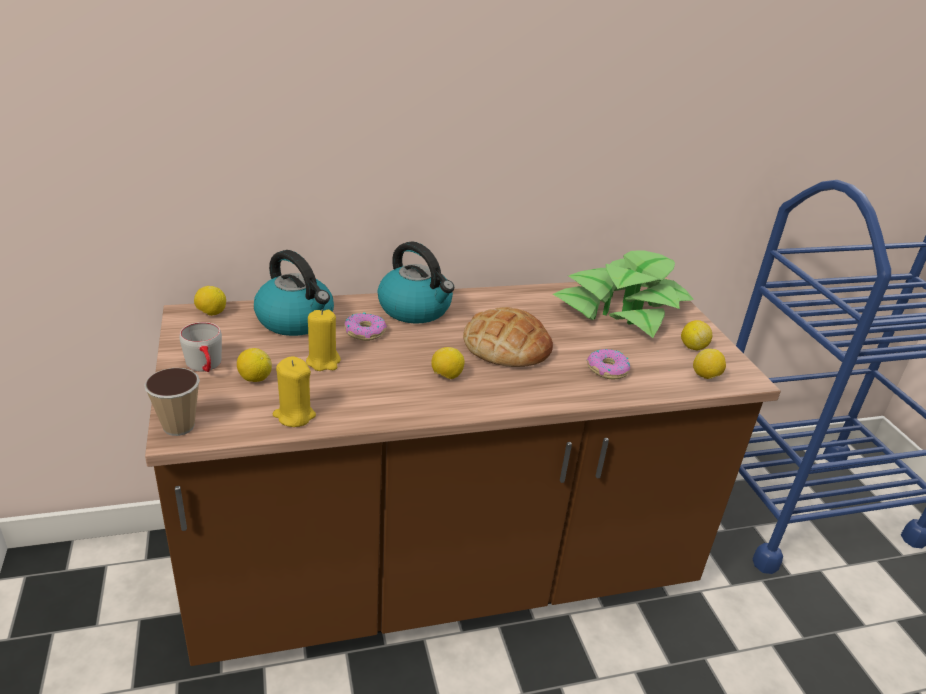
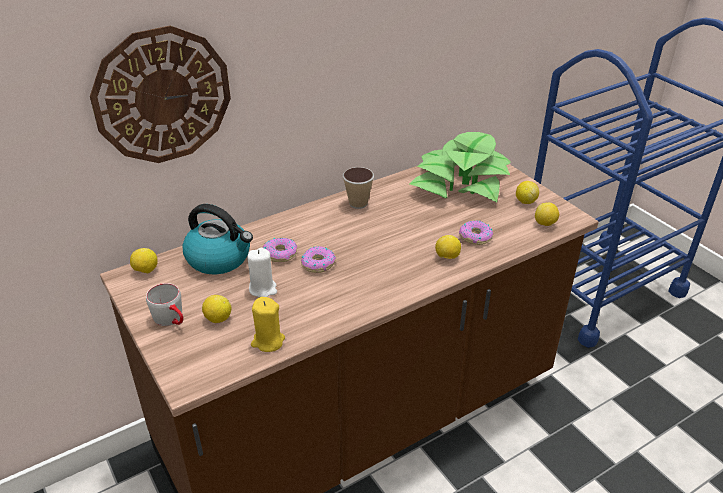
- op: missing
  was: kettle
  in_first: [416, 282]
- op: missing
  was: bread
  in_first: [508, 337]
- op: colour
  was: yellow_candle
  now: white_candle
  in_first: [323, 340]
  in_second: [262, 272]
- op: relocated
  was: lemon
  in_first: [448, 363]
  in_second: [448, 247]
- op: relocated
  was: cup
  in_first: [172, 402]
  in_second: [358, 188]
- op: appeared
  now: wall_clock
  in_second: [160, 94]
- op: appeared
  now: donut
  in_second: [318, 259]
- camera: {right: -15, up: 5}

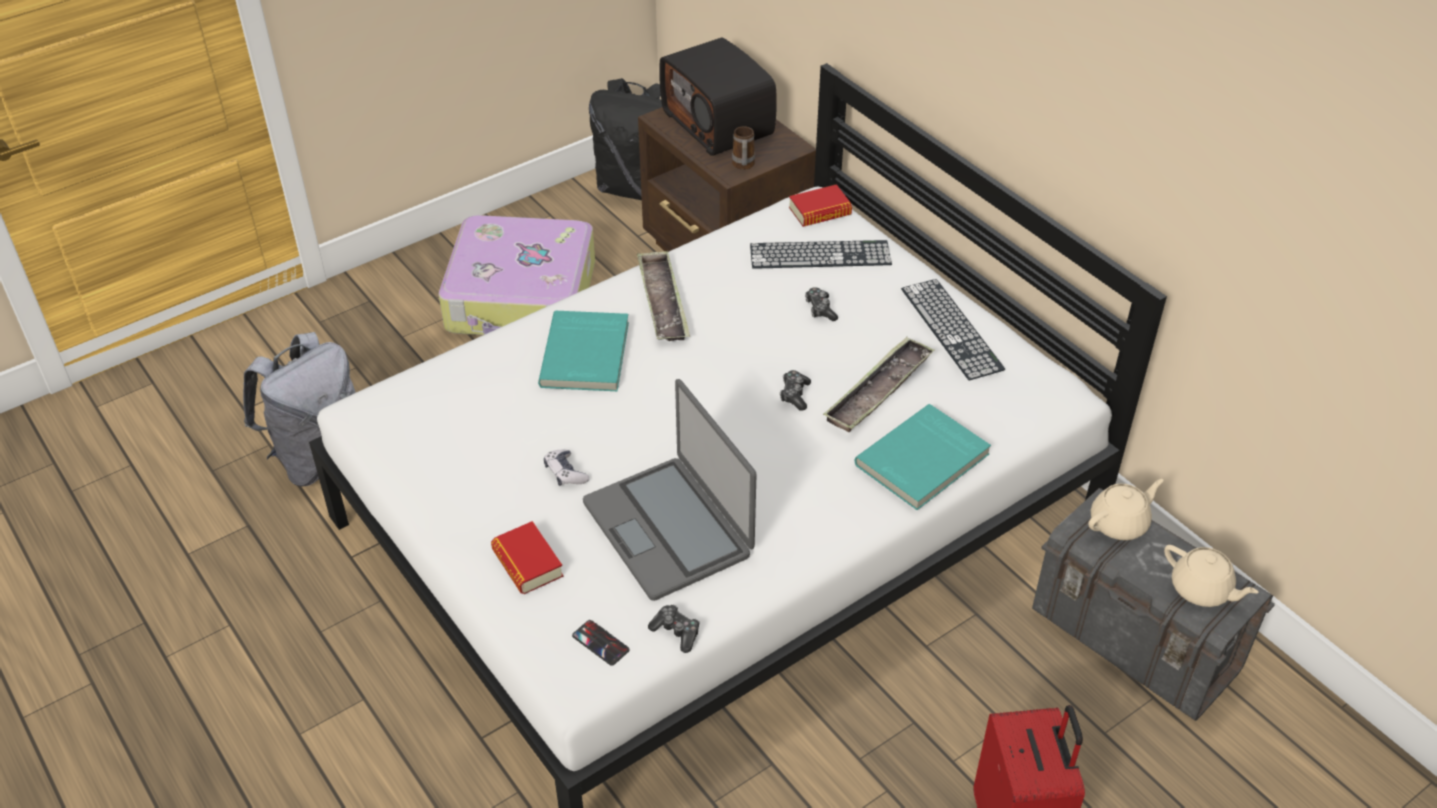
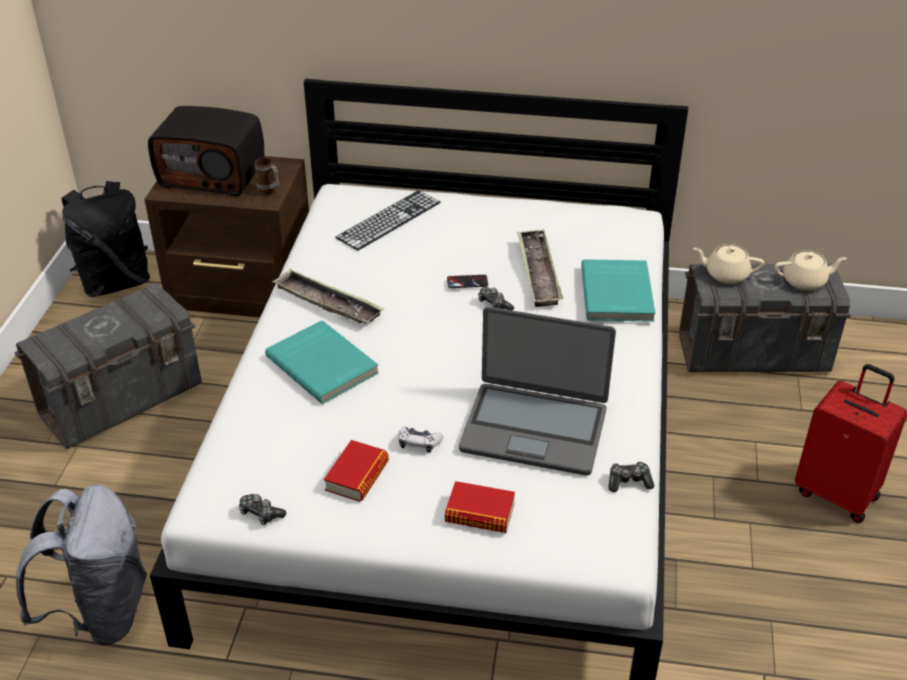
- op: relocated
  was: book
  in_first: [820, 205]
  in_second: [356, 471]
- op: exchanged
  was: suitcase
  now: grey_storage_box
  in_first: [517, 275]
  in_second: [108, 366]
- op: missing
  was: keyboard
  in_first: [953, 329]
- op: relocated
  was: game_controller
  in_first: [821, 304]
  in_second: [262, 509]
- op: spun
  was: beige_teapot
  in_first: [1126, 509]
  in_second: [728, 264]
  clockwise: -90
- op: relocated
  was: phone
  in_first: [601, 643]
  in_second: [467, 281]
- camera: {right: -45, up: -5}

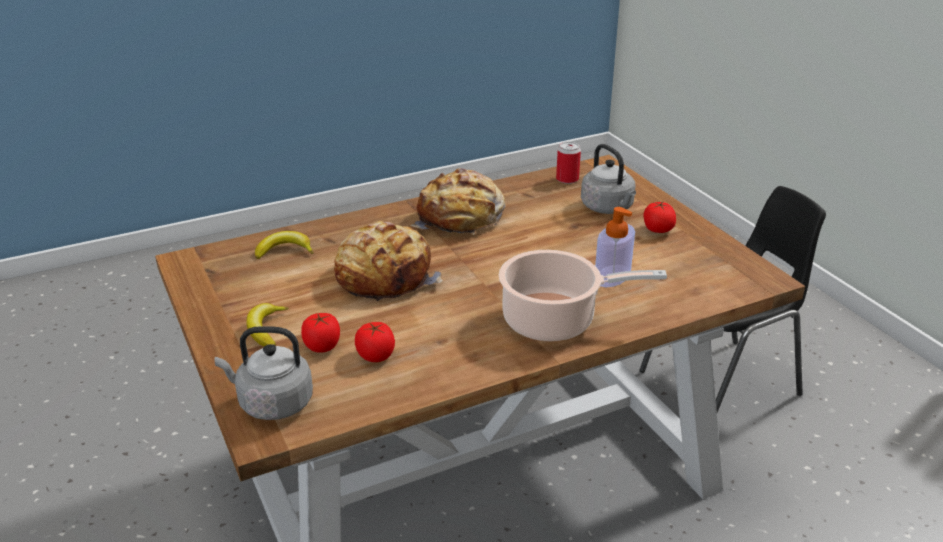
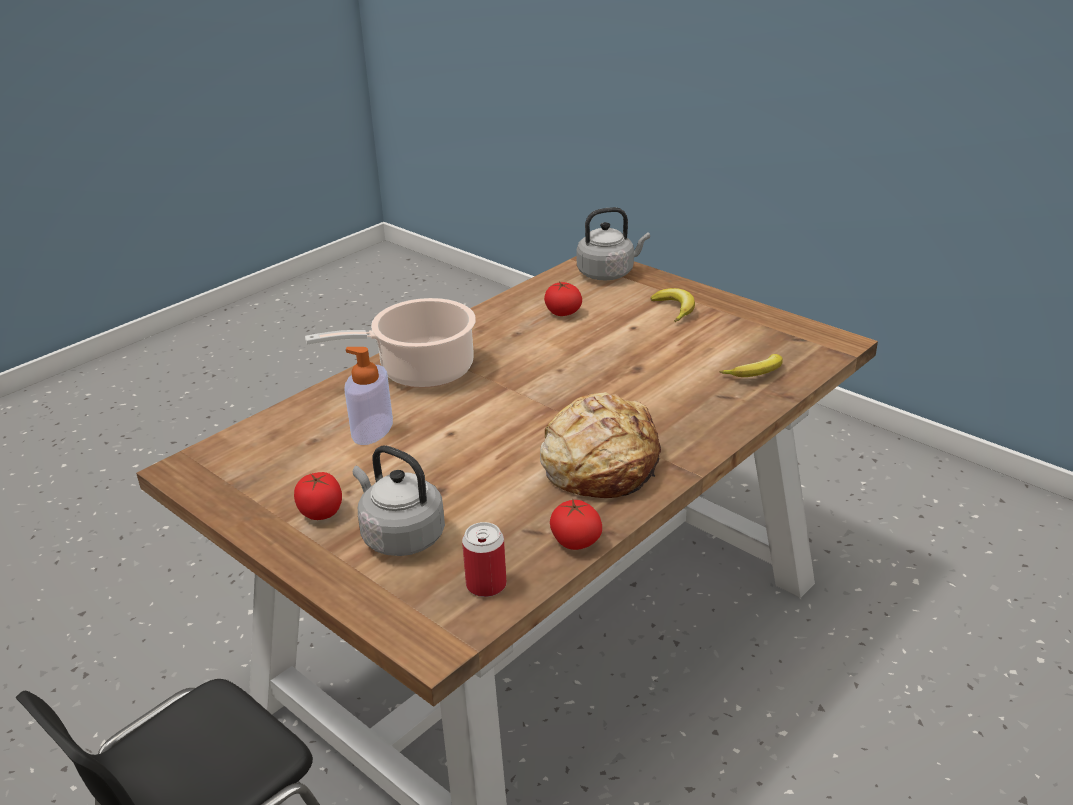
- op: missing
  was: bread
  in_first: [388, 261]
- op: relocated
  was: tomato
  in_first: [320, 333]
  in_second: [576, 524]
- camera: {right: 160, up: 0}

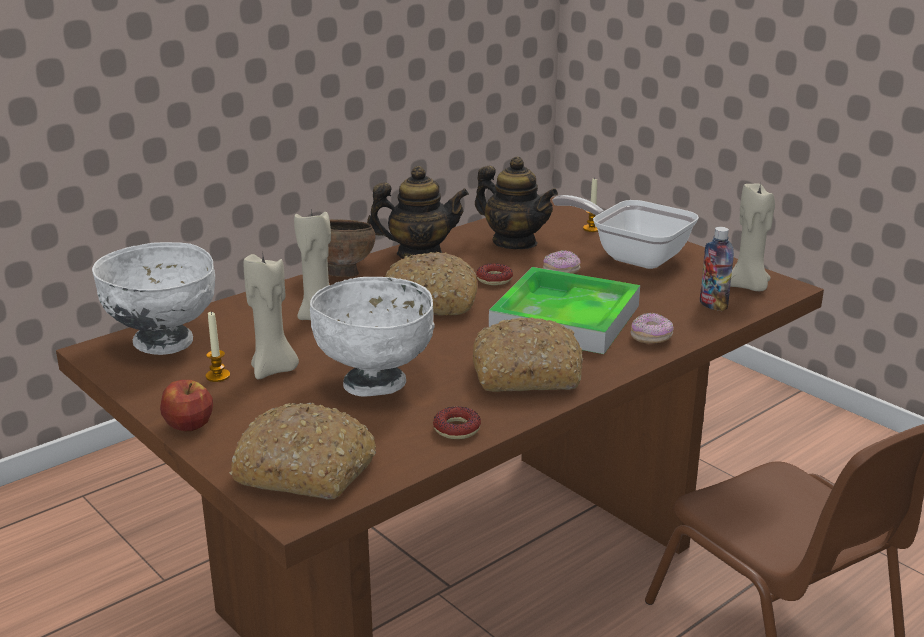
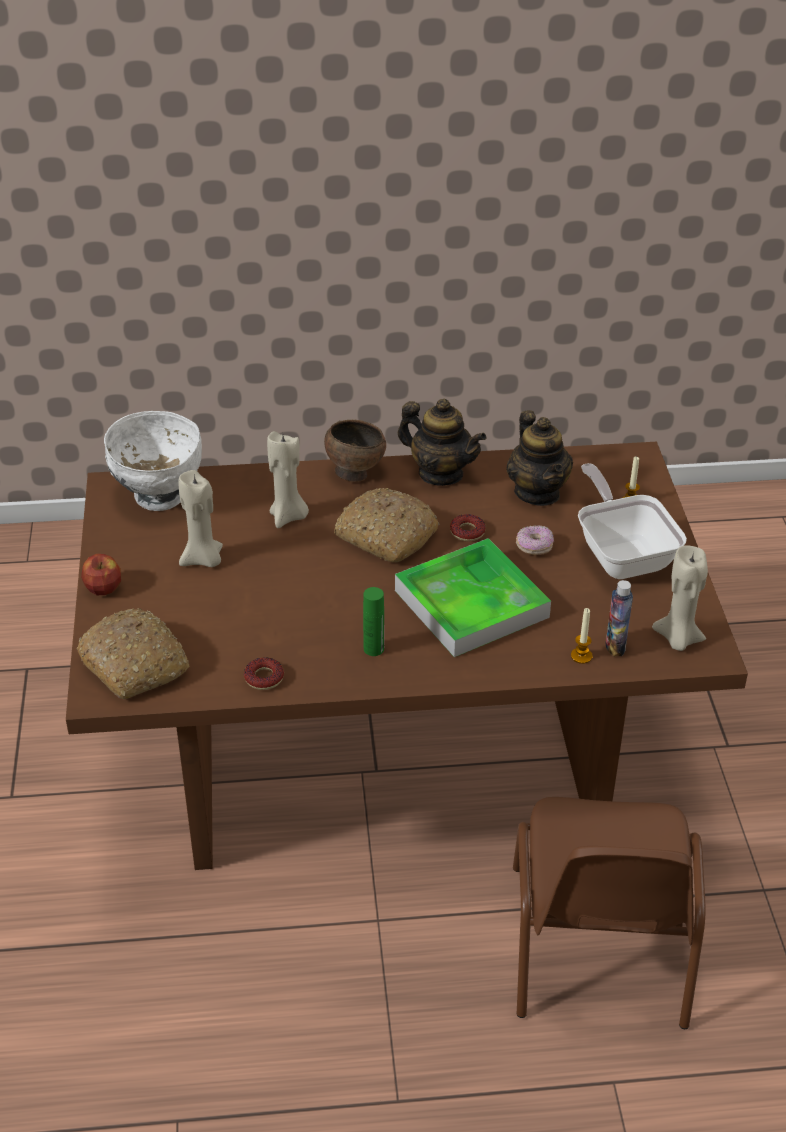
- op: missing
  was: white_bowl
  in_first: [372, 337]
- op: relocated
  was: candle
  in_first: [218, 347]
  in_second: [582, 636]
- op: missing
  was: donut
  in_first: [652, 328]
- op: exchanged
  was: bread
  now: green_bottle
  in_first: [528, 354]
  in_second: [373, 621]
- camera: {right: 35, up: 15}

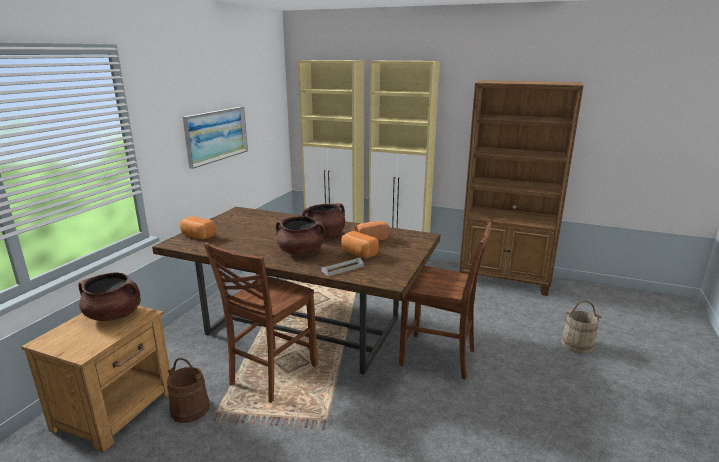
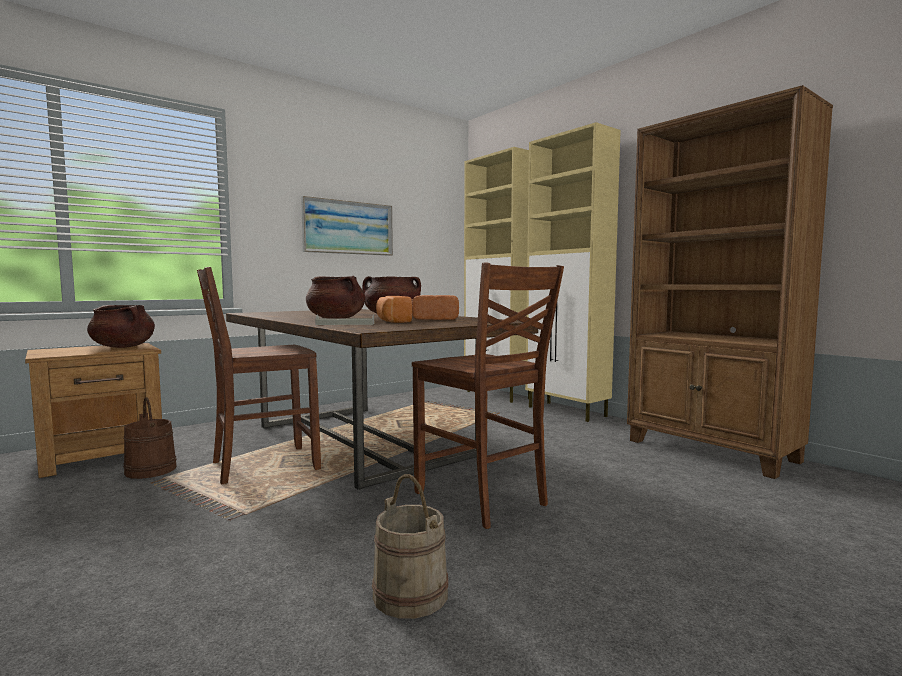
- op: missing
  was: bread
  in_first: [198, 227]
- op: relocated
  was: beige_bucket
  in_first: [581, 327]
  in_second: [410, 546]
- camera: {right: 30, up: -15}

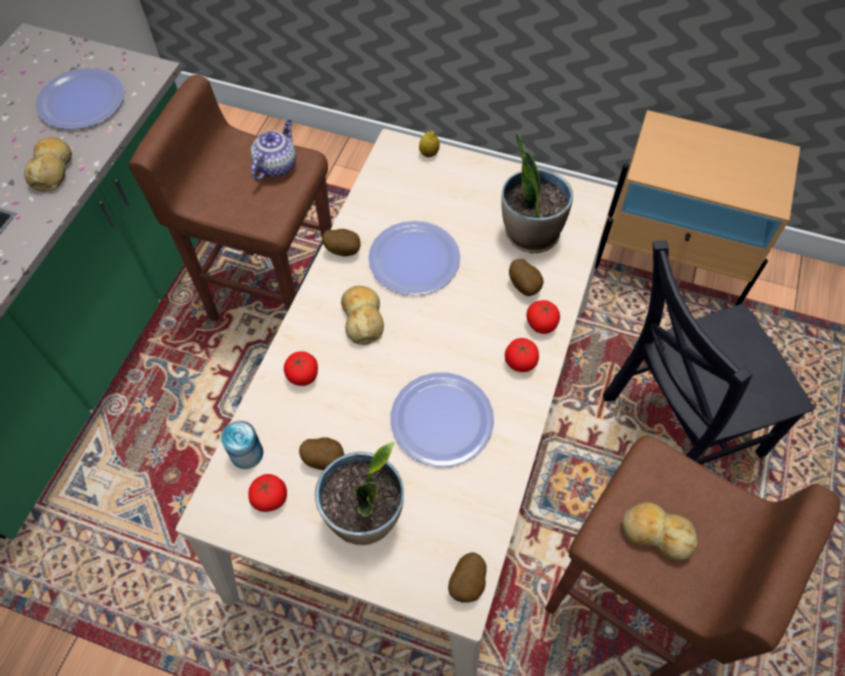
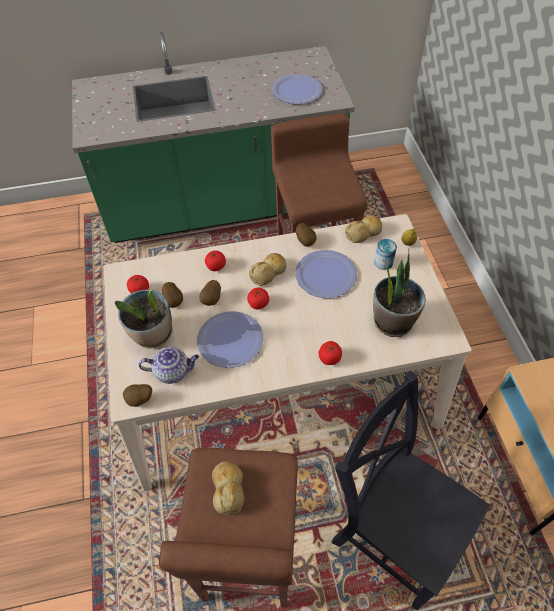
- op: relocated
  was: teapot
  in_first: [273, 149]
  in_second: [168, 365]
- op: relocated
  was: bread
  in_first: [48, 164]
  in_second: [363, 229]
- op: relocated
  was: potato
  in_first: [526, 277]
  in_second: [210, 293]
- op: relocated
  was: tomato
  in_first: [522, 355]
  in_second: [258, 298]
- op: relocated
  was: can
  in_first: [242, 445]
  in_second: [385, 254]
- camera: {right: 60, up: -5}

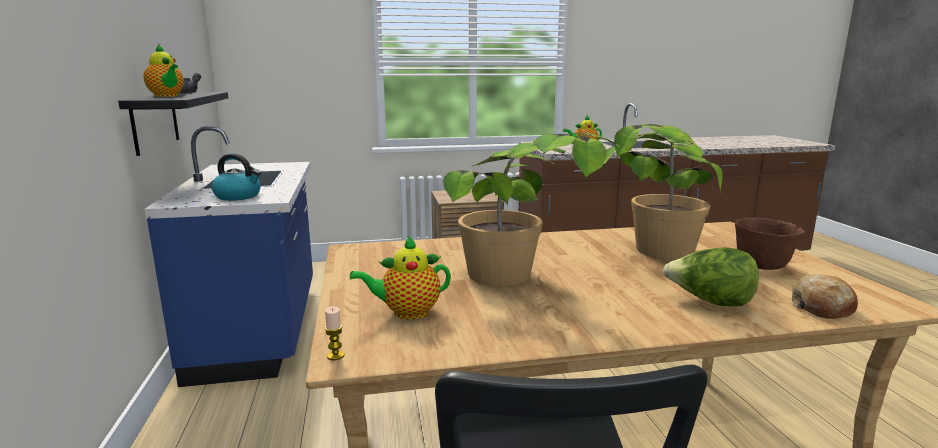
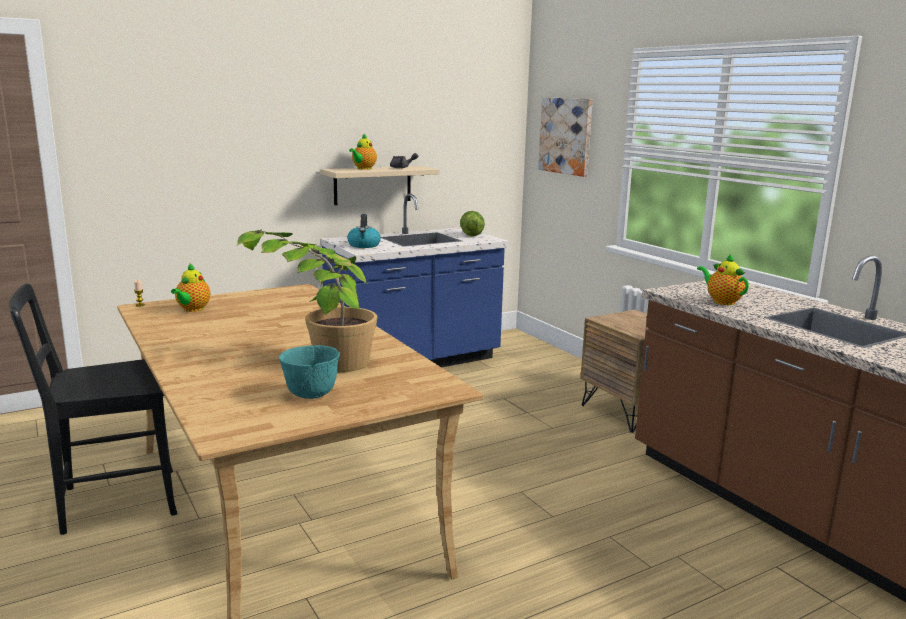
- op: colour
  was: black_shelf
  now: beige_shelf
  in_first: [173, 124]
  in_second: [380, 185]
- op: missing
  was: potted_plant
  in_first: [532, 209]
- op: colour
  was: brown_bowl
  now: turquoise_bowl
  in_first: [769, 244]
  in_second: [309, 372]
- op: spun
  was: teapot
  in_first: [400, 278]
  in_second: [190, 287]
  clockwise: -135
- op: relocated
  was: lettuce
  in_first: [711, 276]
  in_second: [472, 223]
- op: missing
  was: bread
  in_first: [825, 296]
- op: appeared
  now: picture
  in_second: [565, 137]
- camera: {right: 70, up: 0}

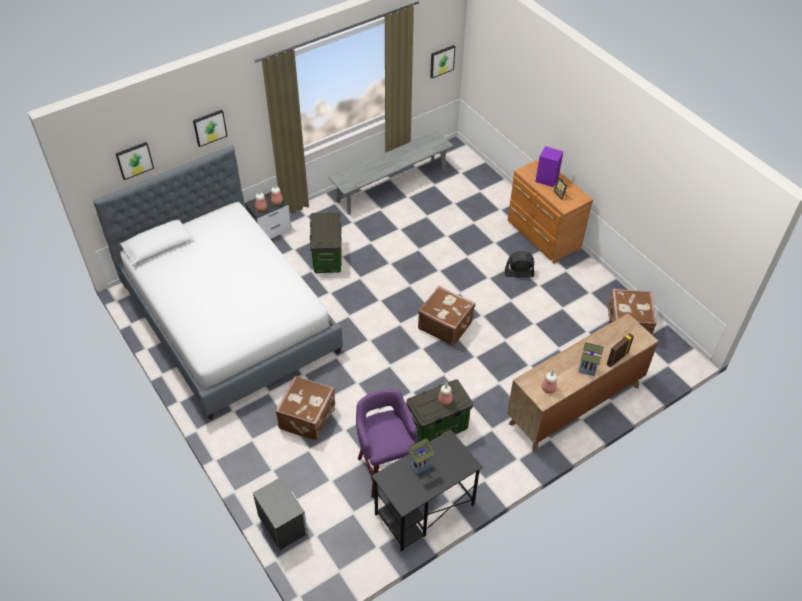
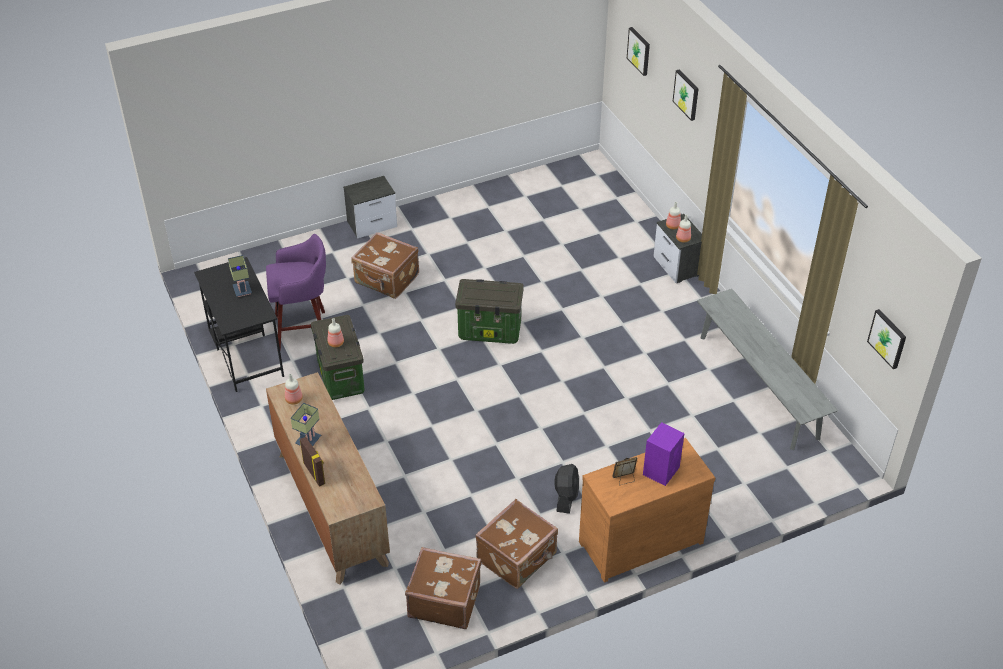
- op: missing
  was: bed
  in_first: [218, 283]
- op: relocated
  was: storage_box
  in_first: [326, 242]
  in_second: [489, 311]
- op: relocated
  was: brown_suitcase
  in_first: [446, 316]
  in_second: [517, 544]
- op: relocated
  was: nightstand
  in_first: [280, 513]
  in_second: [370, 207]
- camera: {right: 100, up: -5}

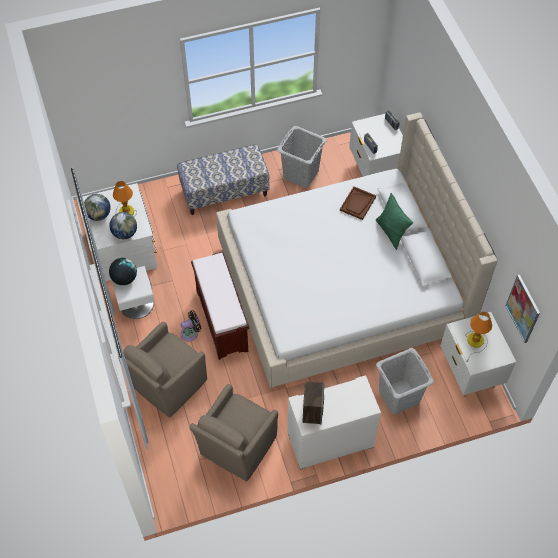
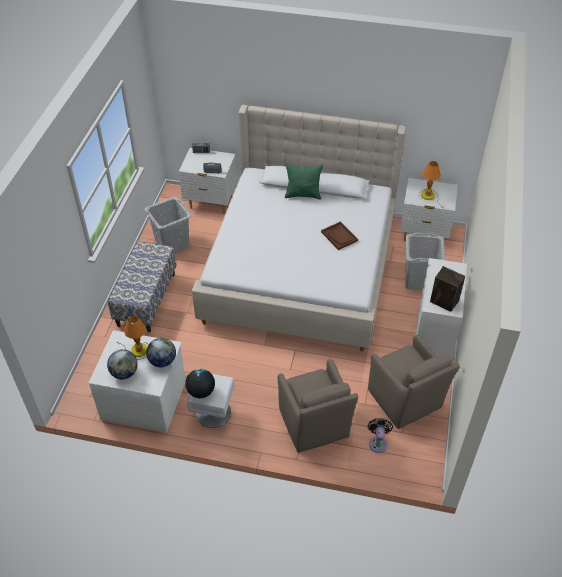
- op: relocated
  was: brown_tray
  in_first: [358, 203]
  in_second: [339, 235]
- op: missing
  was: brown_bench
  in_first: [220, 306]
- op: missing
  was: picture
  in_first: [523, 309]
- op: relocated
  was: black_fan
  in_first: [191, 326]
  in_second: [380, 435]
- camera: {right: -60, up: -10}

